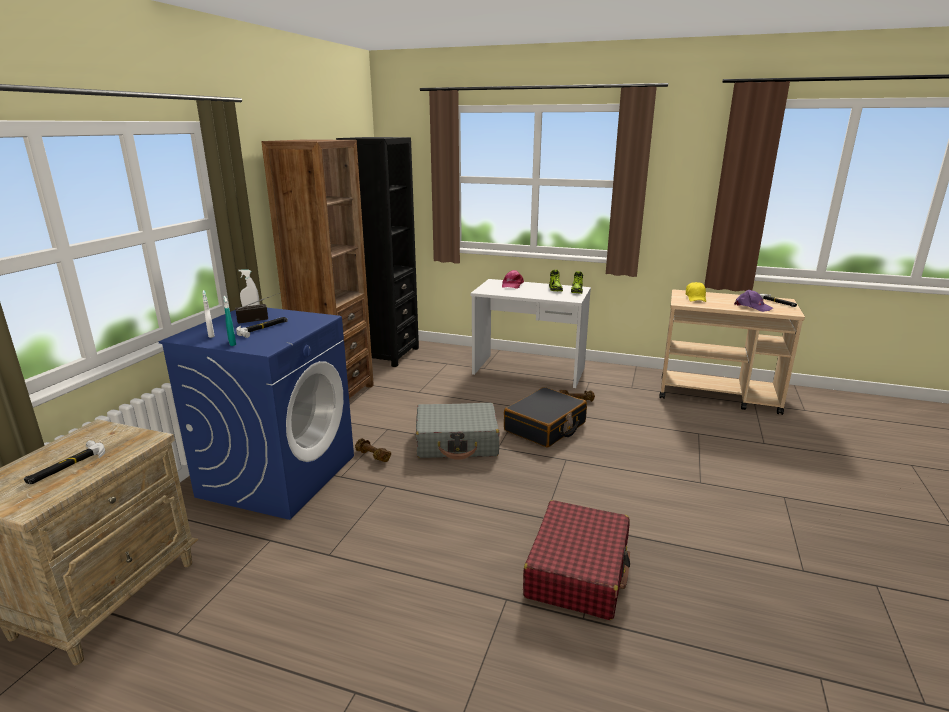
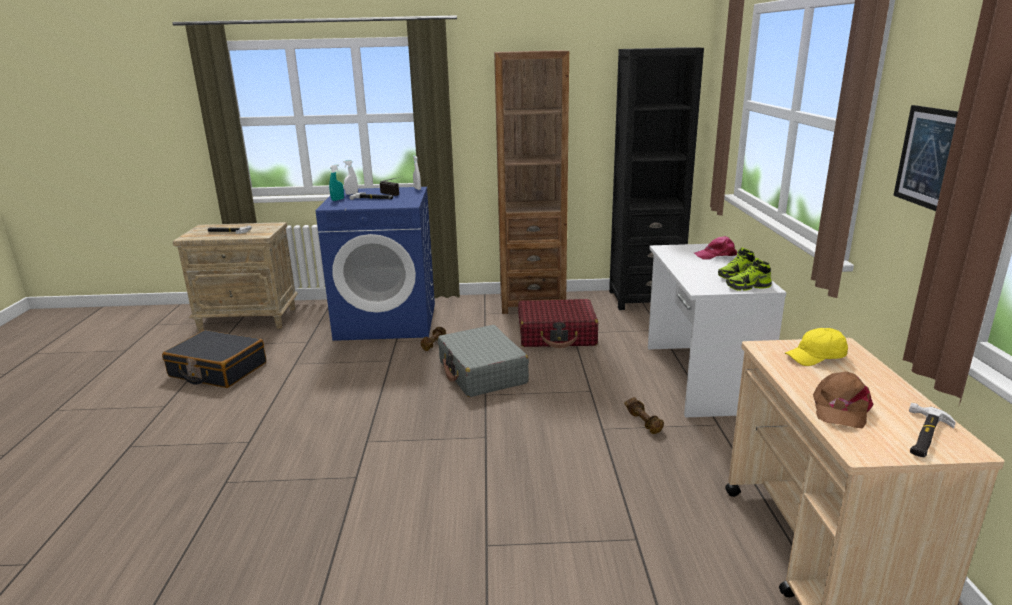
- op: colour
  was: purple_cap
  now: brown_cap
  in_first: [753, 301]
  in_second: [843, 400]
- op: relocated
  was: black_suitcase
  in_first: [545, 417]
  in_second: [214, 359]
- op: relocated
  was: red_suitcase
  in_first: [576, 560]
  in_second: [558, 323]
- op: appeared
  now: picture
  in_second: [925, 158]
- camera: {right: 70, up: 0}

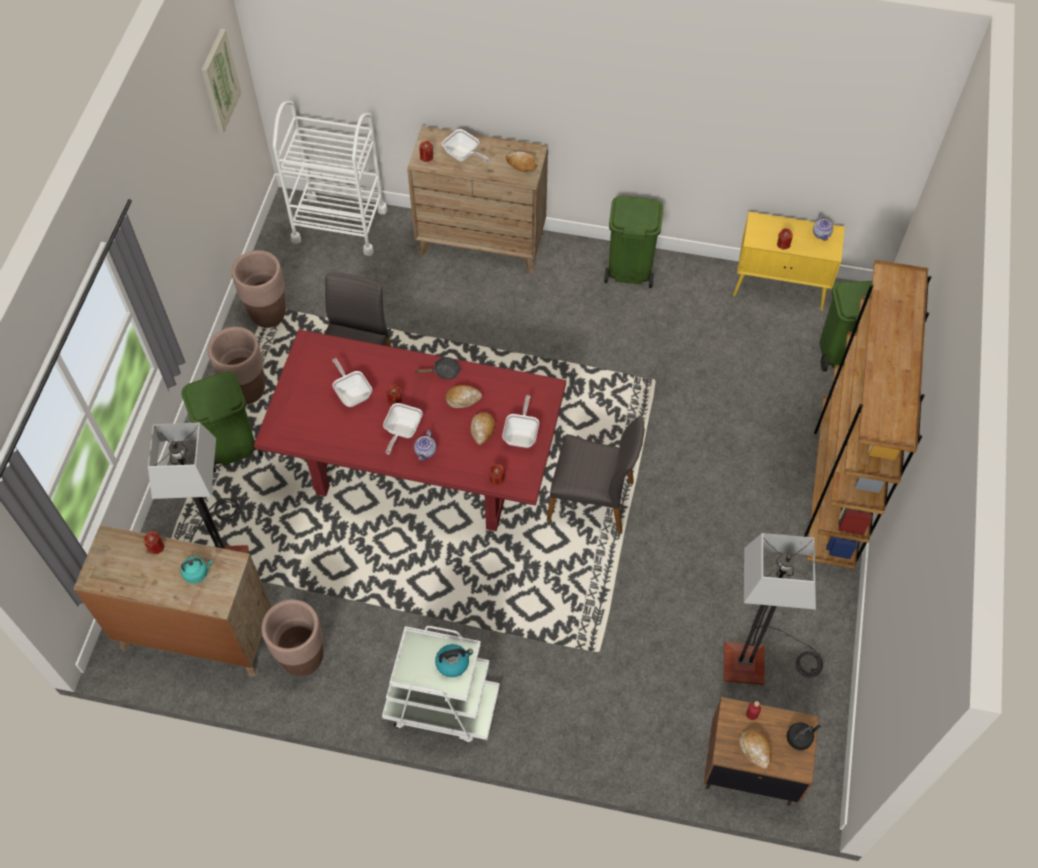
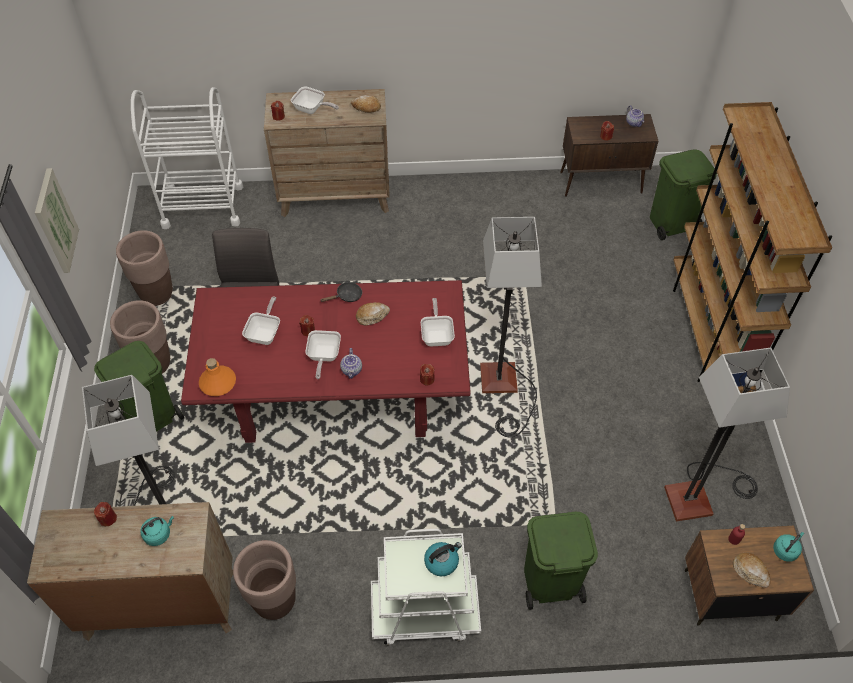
- op: relocated
  was: picture
  in_first: [221, 81]
  in_second: [57, 220]
- op: relocated
  was: green_trash_can
  in_first: [634, 242]
  in_second: [561, 561]
- op: colour
  was: yellow_cabinet
  now: brown_cabinet
  in_first: [789, 261]
  in_second: [609, 155]
- op: spun
  was: frying_pan
  in_first: [352, 382]
  in_second: [261, 320]
  clockwise: 60
- op: missing
  was: bread
  in_first: [483, 428]
- op: exchanged
  was: grey_chair
  now: floor_lamp
  in_first: [595, 475]
  in_second: [511, 327]
- op: colour
  was: black_kettle
  now: turquoise_kettle
  in_first: [804, 736]
  in_second: [788, 547]
- op: appeared
  now: orange_bottle
  in_second: [217, 377]
- camera: {right: -15, up: -5}

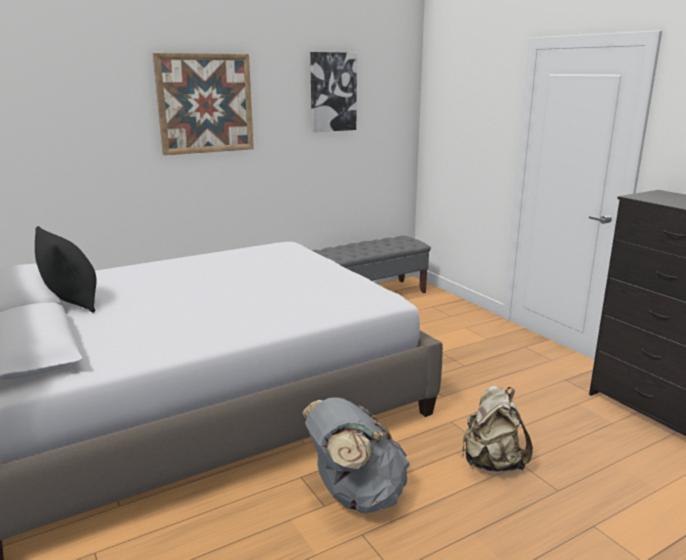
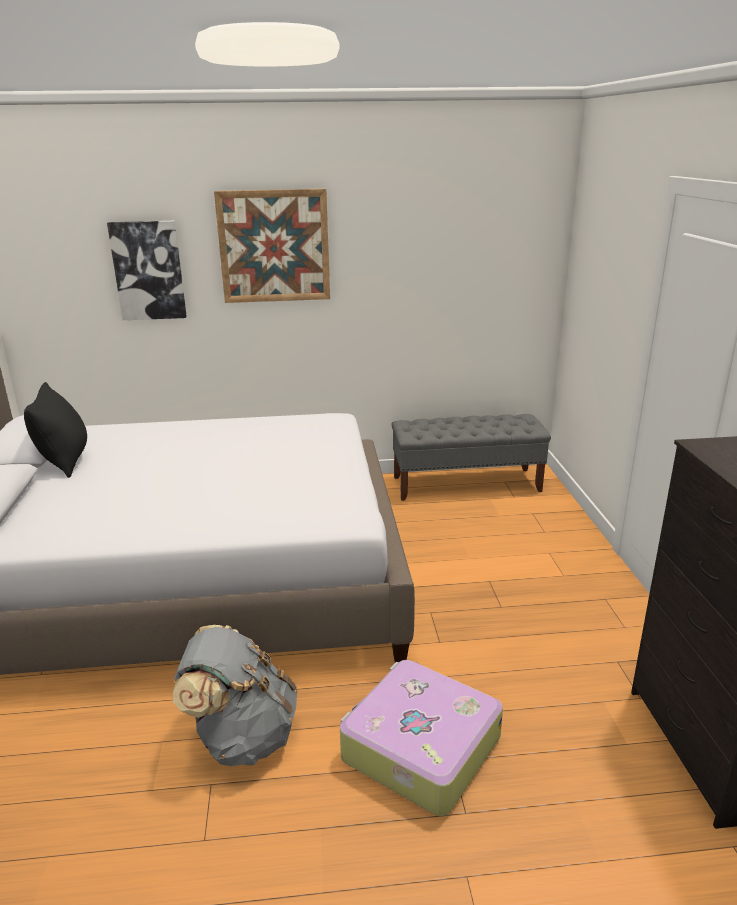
- op: relocated
  was: picture
  in_first: [333, 92]
  in_second: [147, 270]
- op: exchanged
  was: beige_backpack
  now: suitcase
  in_first: [497, 429]
  in_second: [421, 738]
- camera: {right: 25, up: 5}

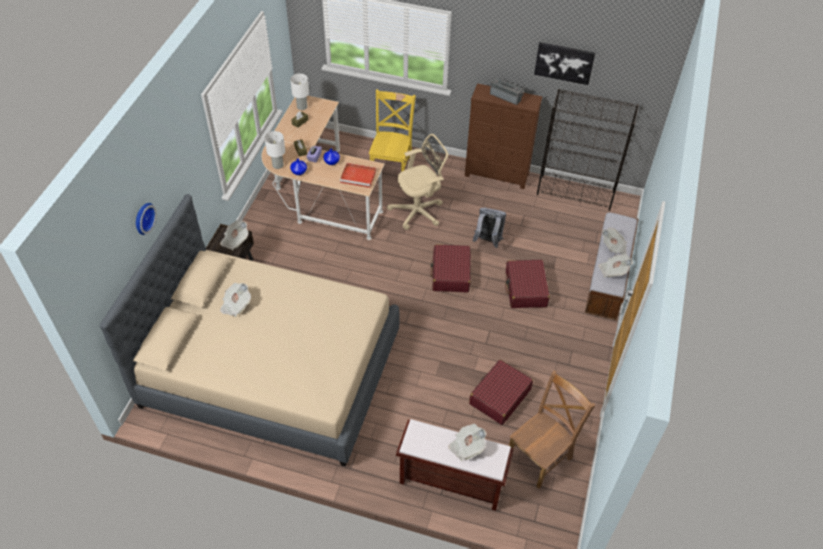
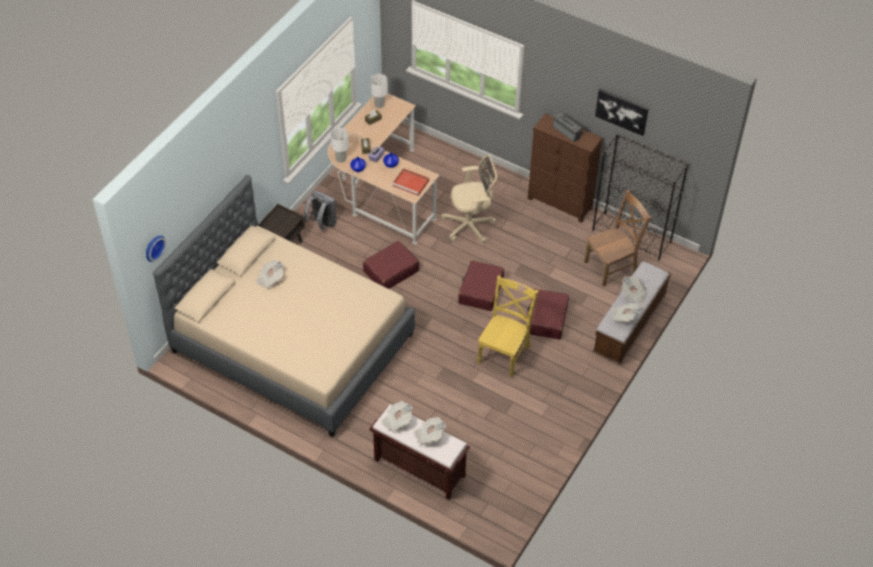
- op: relocated
  was: yellow_chair
  in_first: [392, 130]
  in_second: [508, 326]
- op: relocated
  was: wall_clock
  in_first: [146, 219]
  in_second: [156, 249]
- op: relocated
  was: grey_backpack
  in_first: [489, 228]
  in_second: [320, 211]
- op: relocated
  was: newspaper
  in_first: [234, 235]
  in_second: [397, 416]
- op: relocated
  was: red_suitcase
  in_first: [501, 392]
  in_second: [391, 265]
- op: relocated
  was: brown_chair
  in_first: [552, 429]
  in_second: [618, 238]
- camera: {right: 15, up: 0}

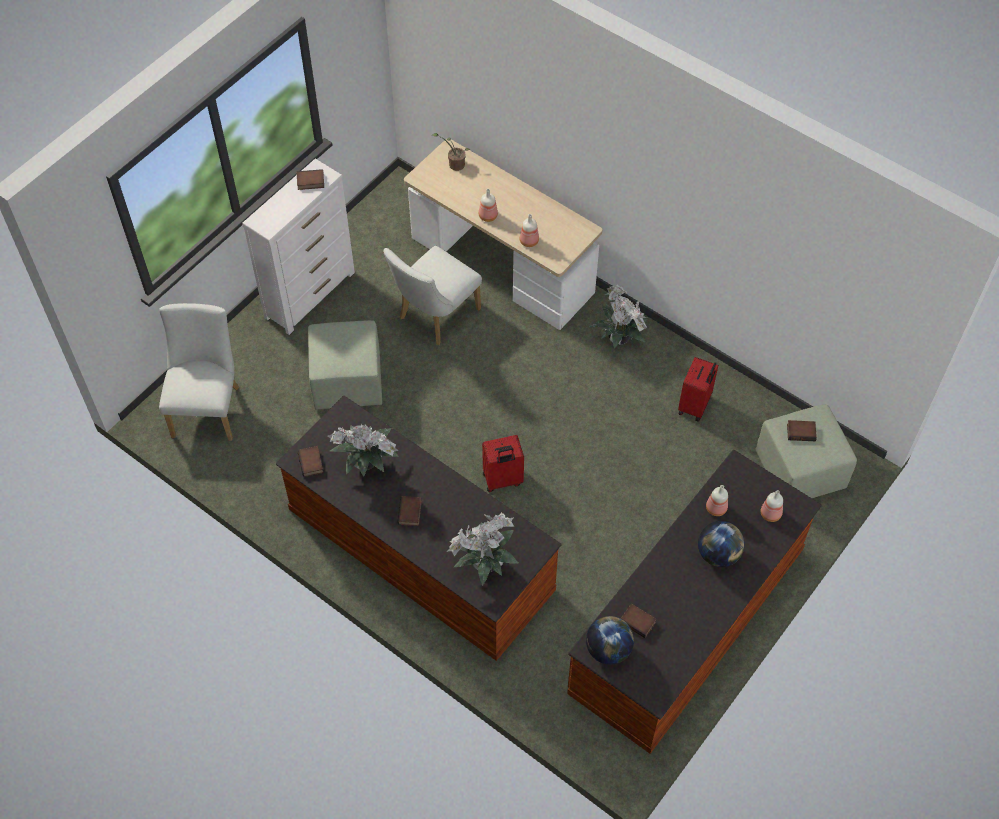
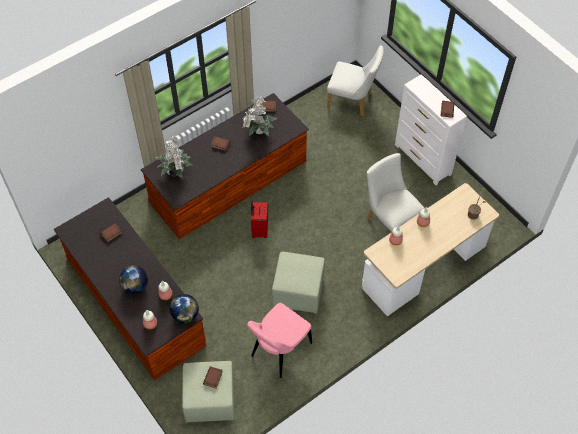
- op: missing
  was: potted_plant
  in_first: [618, 317]
- op: relocated
  was: green_ottoman
  in_first: [345, 365]
  in_second: [298, 282]
- op: exchanged
  was: red_suitcase
  now: pink_chair
  in_first: [698, 389]
  in_second: [279, 340]
- op: relocated
  was: globe
  in_first: [610, 640]
  in_second: [184, 308]
- camera: {right: 105, up: 0}

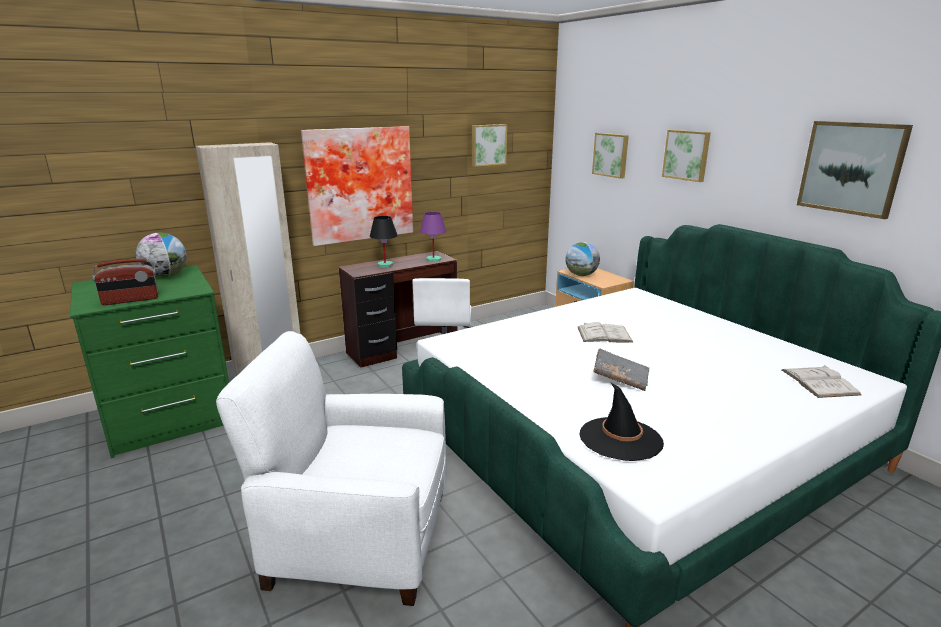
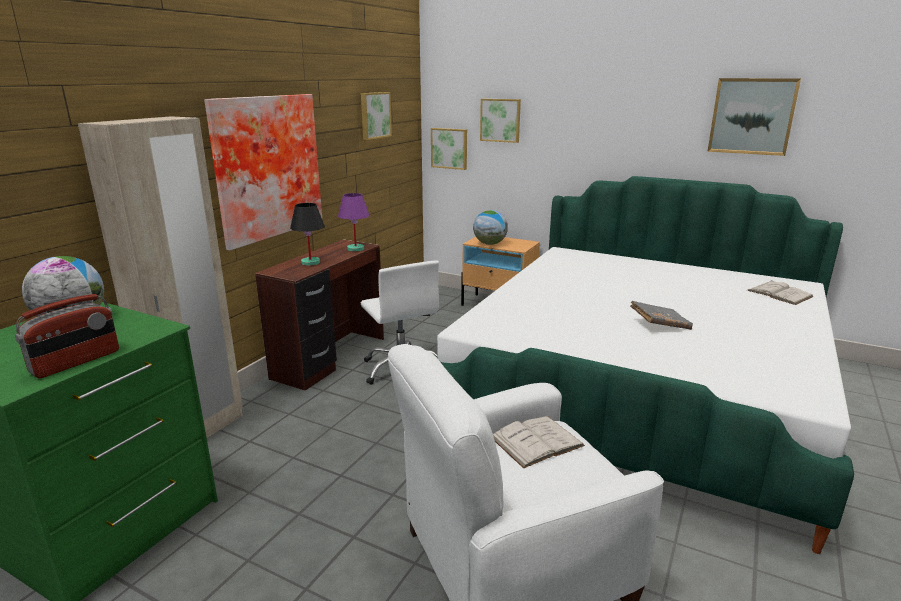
- op: relocated
  was: picture
  in_first: [686, 156]
  in_second: [449, 149]
- op: relocated
  was: white_book
  in_first: [605, 332]
  in_second: [539, 442]
- op: missing
  was: black_hat
  in_first: [621, 422]
- camera: {right: -30, up: 0}

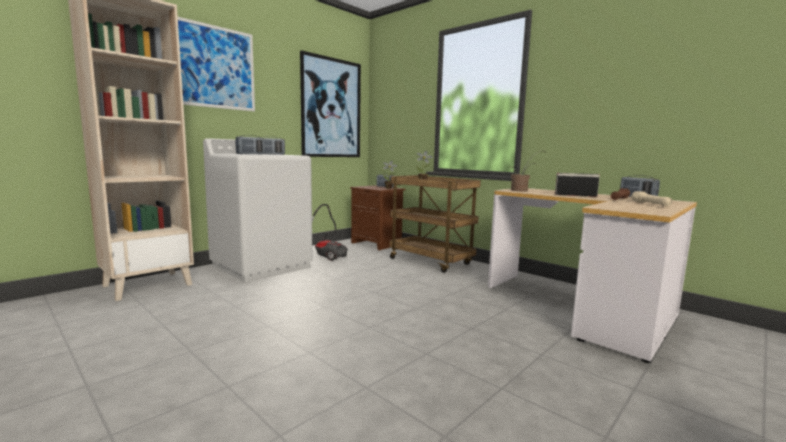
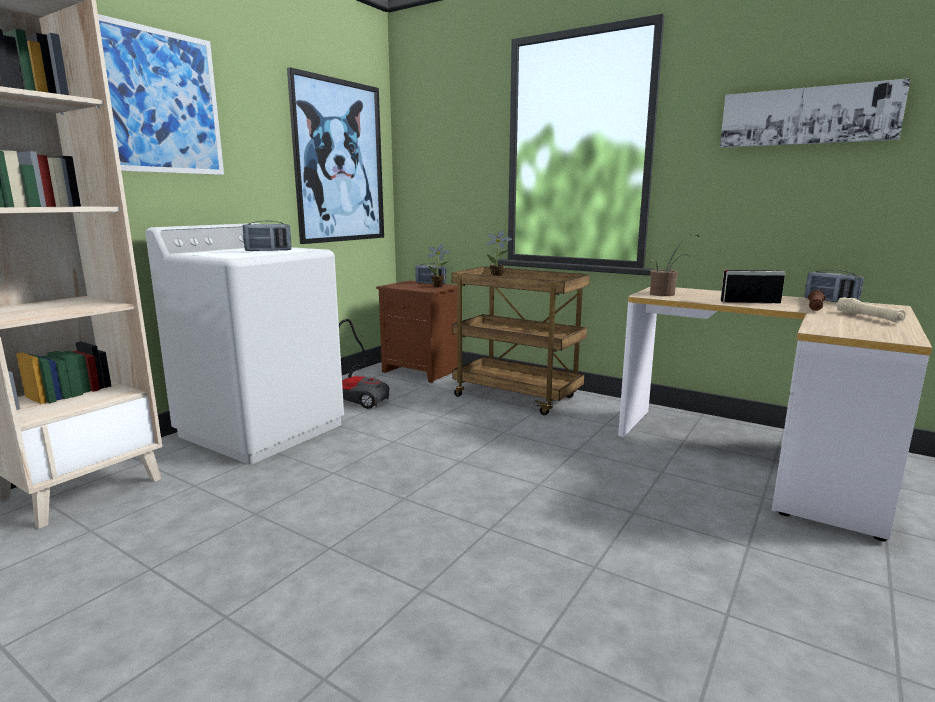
- op: missing
  was: radio
  in_first: [250, 145]
- op: appeared
  now: picture
  in_second: [815, 113]
- camera: {right: -10, up: 5}

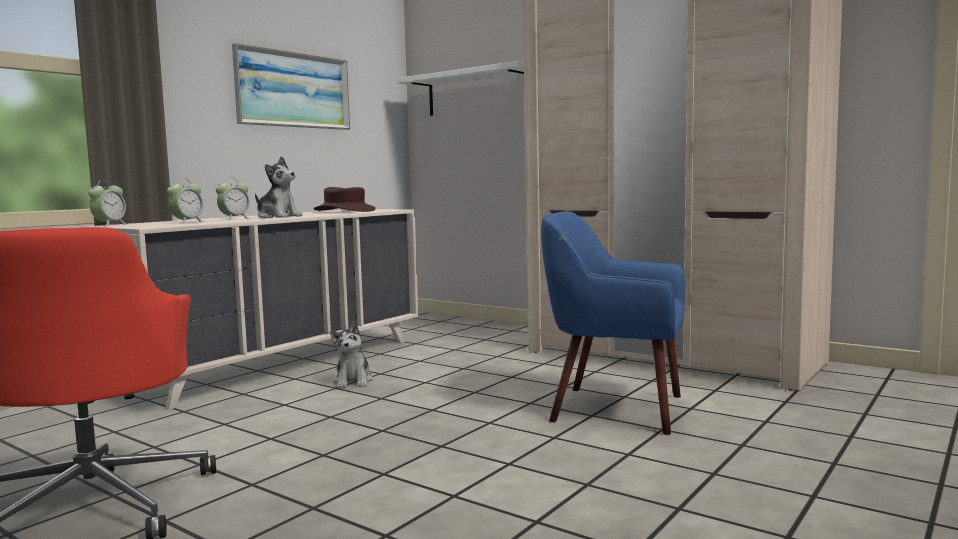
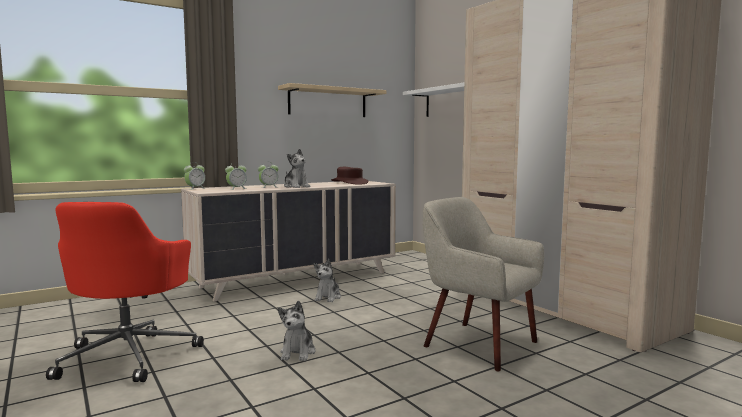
- op: exchanged
  was: picture
  now: beige_shelf
  in_first: [291, 86]
  in_second: [332, 100]
- op: colour
  was: blue_armchair
  now: beige_armchair
  in_first: [613, 323]
  in_second: [483, 284]
- op: appeared
  now: plush_toy
  in_second: [297, 331]
- camera: {right: 20, up: 0}

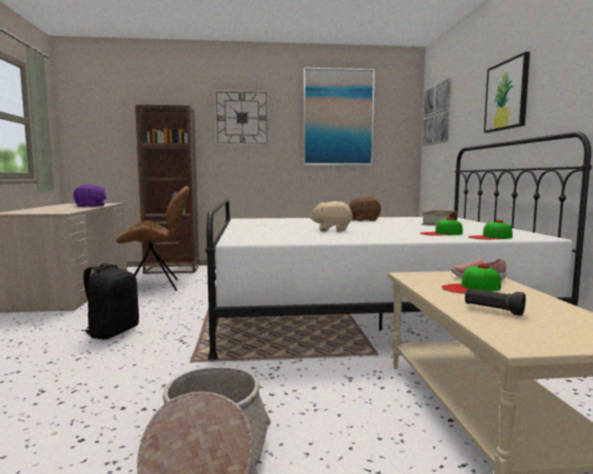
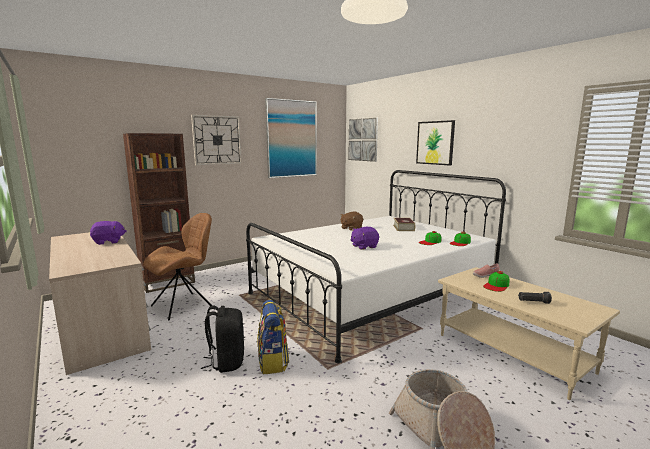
- op: colour
  was: beige_plush_toy
  now: purple_plush_toy
  in_first: [331, 216]
  in_second: [365, 238]
- op: appeared
  now: backpack
  in_second: [273, 337]
- camera: {right: -30, up: 5}

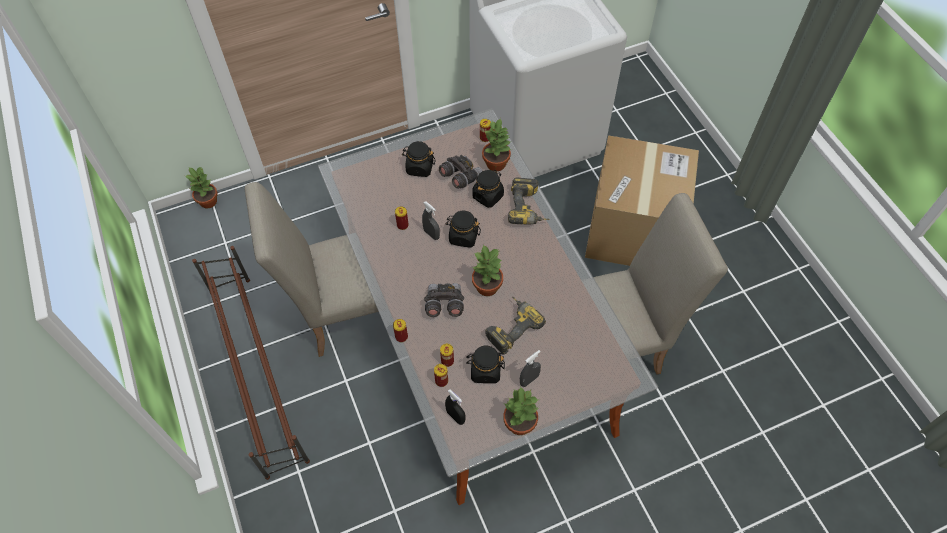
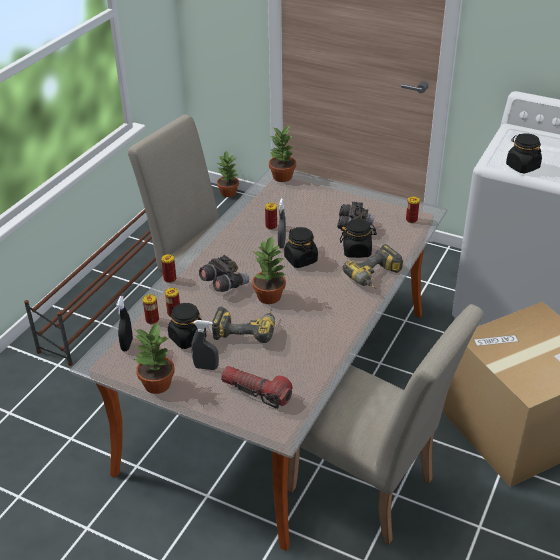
- op: relocated
  was: potted_plant
  in_first: [496, 144]
  in_second: [282, 153]
- op: relocated
  was: black_jar
  in_first: [419, 159]
  in_second: [524, 153]
- op: appeared
  now: flashlight
  in_second: [257, 387]
- camera: {right: 50, up: -20}

